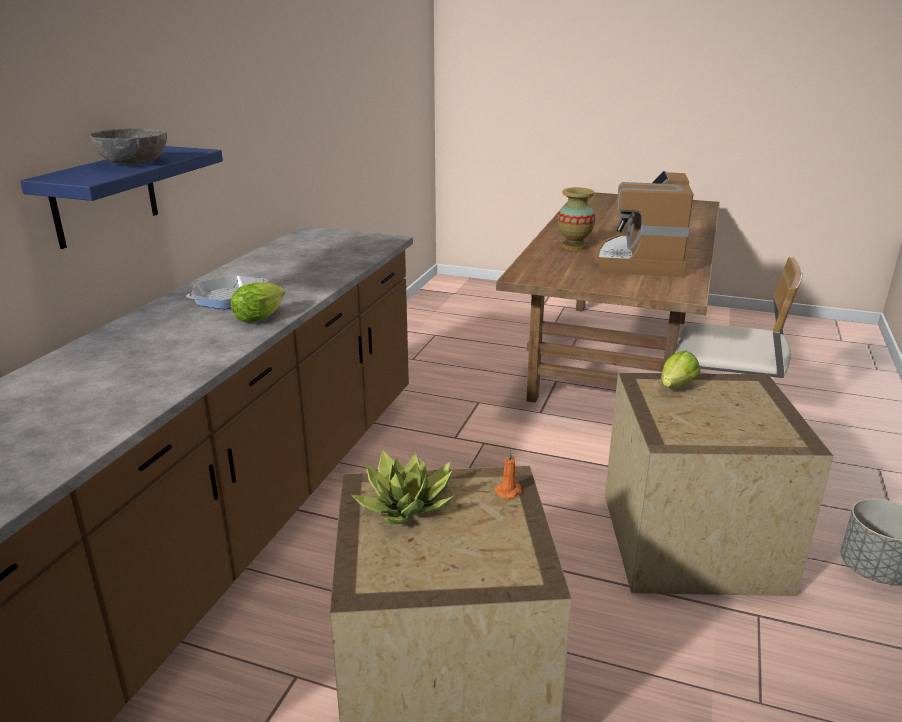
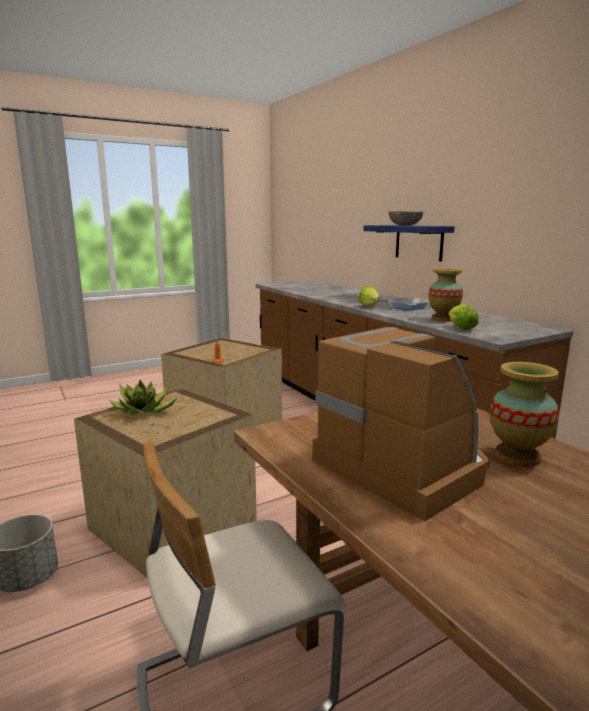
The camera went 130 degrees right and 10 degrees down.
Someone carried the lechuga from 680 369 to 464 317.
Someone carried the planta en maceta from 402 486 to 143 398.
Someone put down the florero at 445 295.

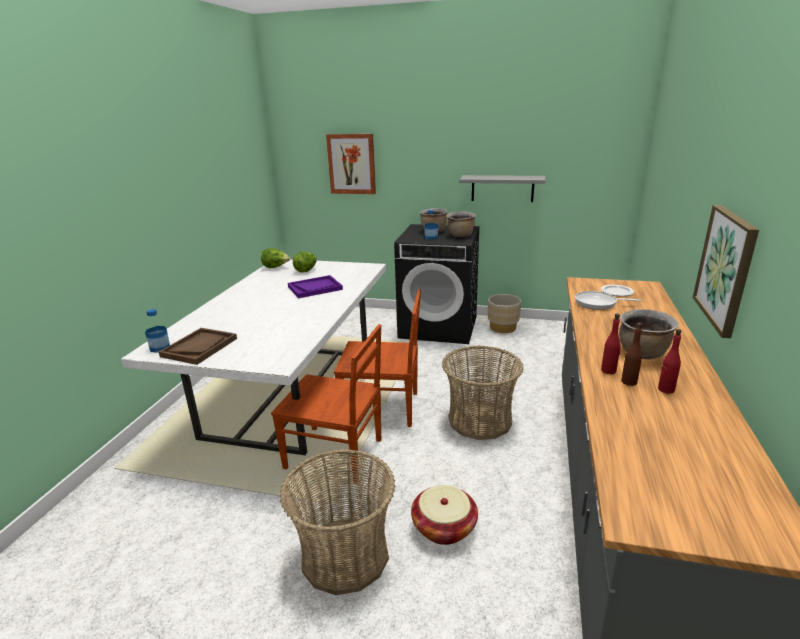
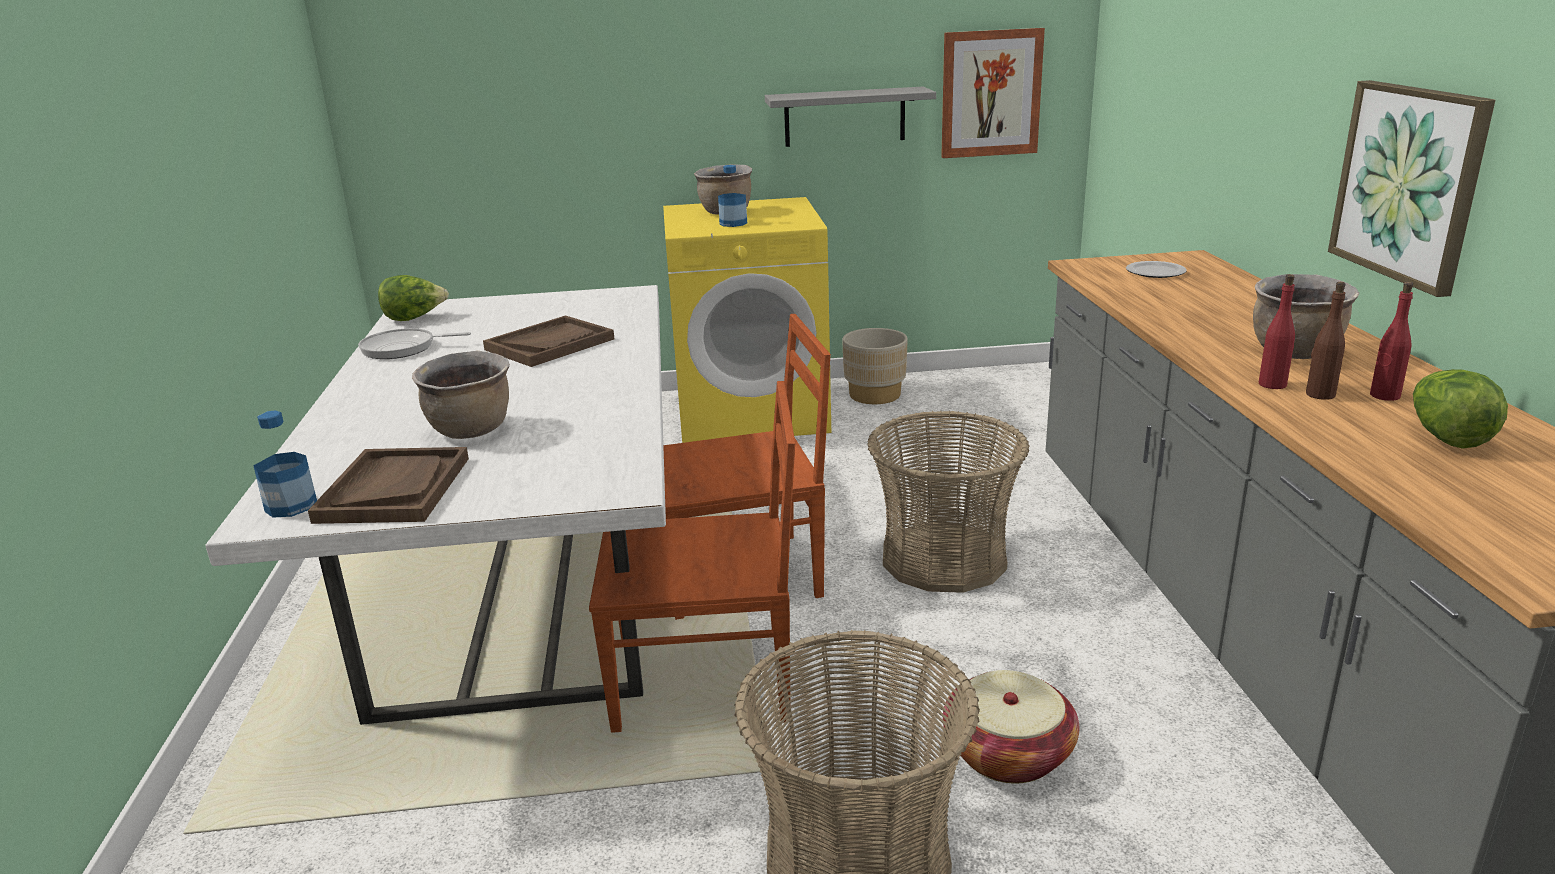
The camera went 20 degrees left and 0 degrees up.
Someone carried the cuadro from 351 164 to 993 93.
Someone carried the olla (marrón) from 461 224 to 461 395.
Someone repainted the lavadora (negro) at 437 284, which became the lavadora (amarillo) at 747 320.
Someone carried the lechuga from 305 262 to 1460 409.
Someone repainted the bandeja (morado) at 315 286, which became the bandeja (marrón) at 548 341.
Someone carried the sartén from 608 300 to 414 343.

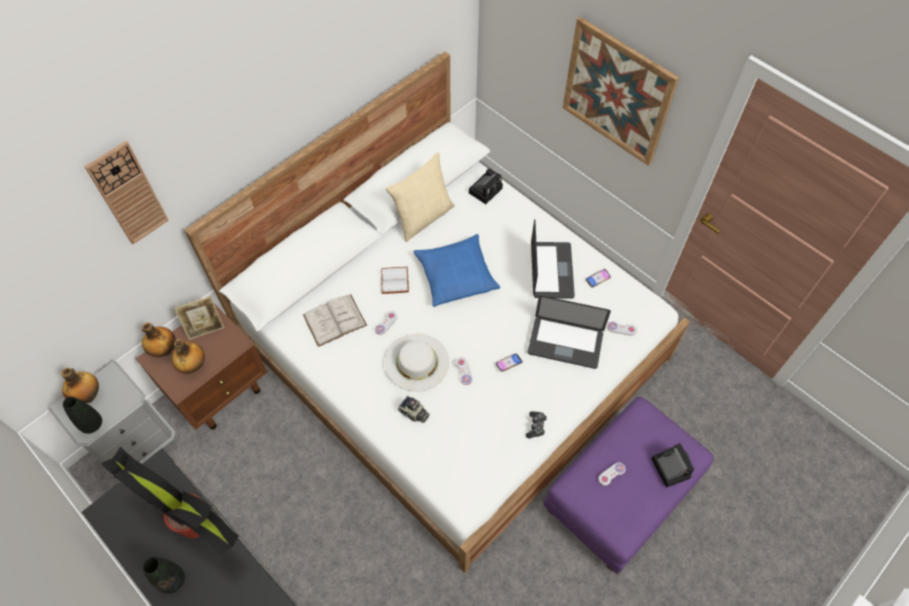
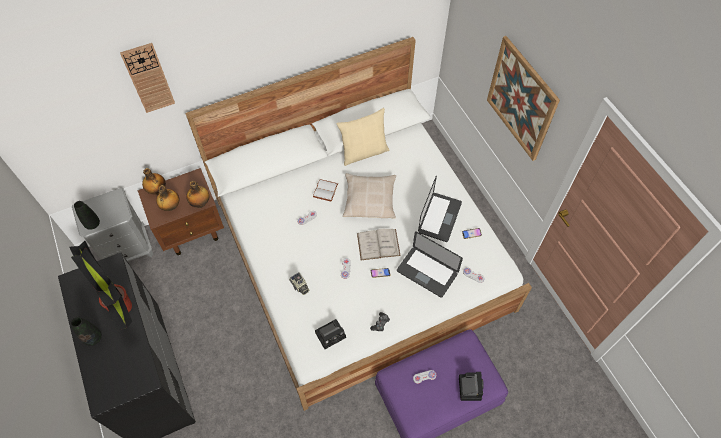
The camera went 20 degrees right and 0 degrees up.
Someone carried the cámara from 486 186 to 330 334.
Someone repainted the cojín (azul) at 457 270, which became the cojín (beis) at 369 196.
Someone carried the libro (blanco) from 335 320 to 379 244.
Someone took away the portarretratos at 199 318.
Someone took away the sombrero (blanco) at 417 363.
Someone carried the botella from 80 385 to 197 194.

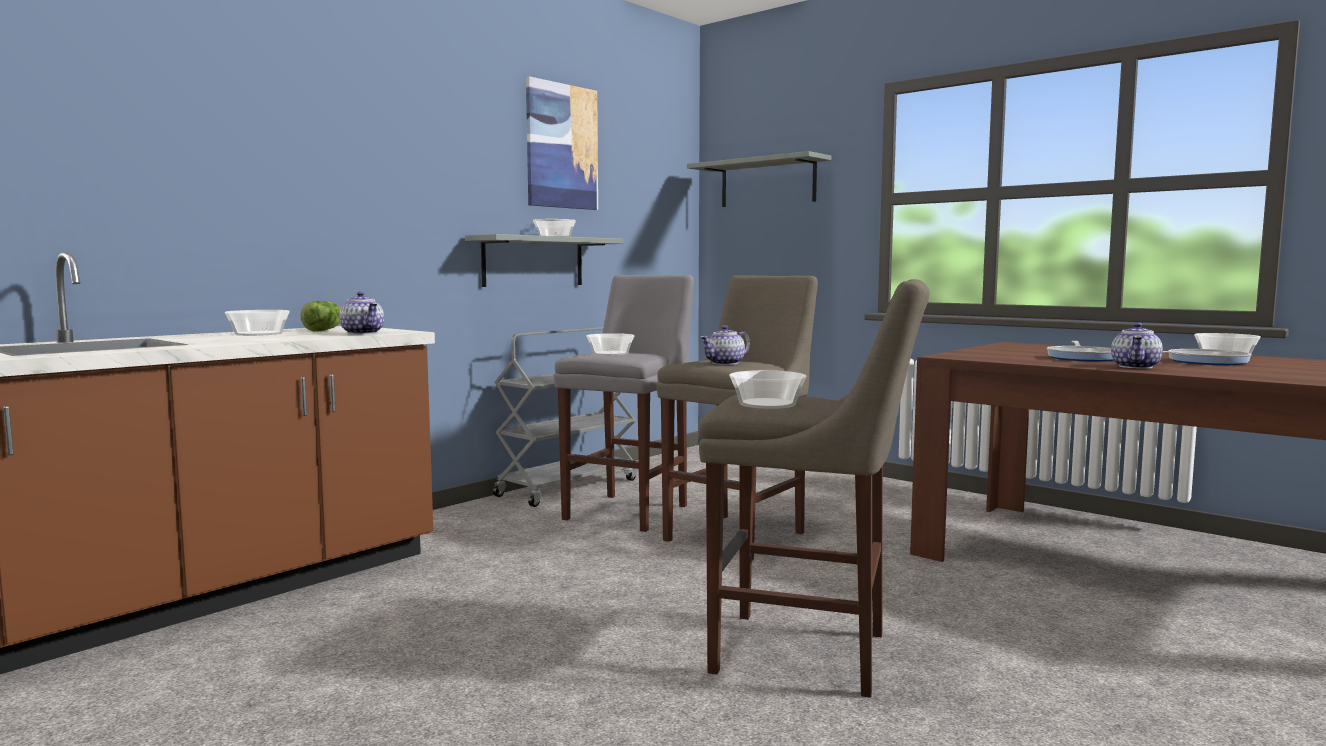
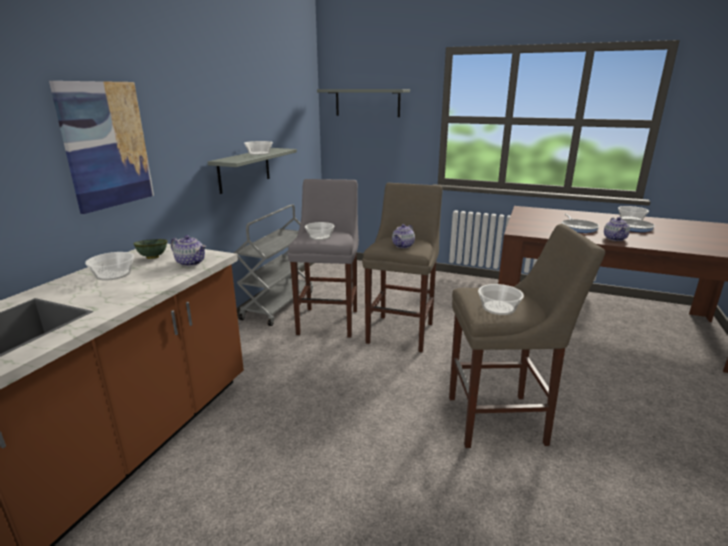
The camera went 20 degrees left and 15 degrees up.
Someone carried the cuadro from 562 143 to 101 147.
Someone swapped the lechuga at 320 316 for the cuenco (verde) at 150 249.

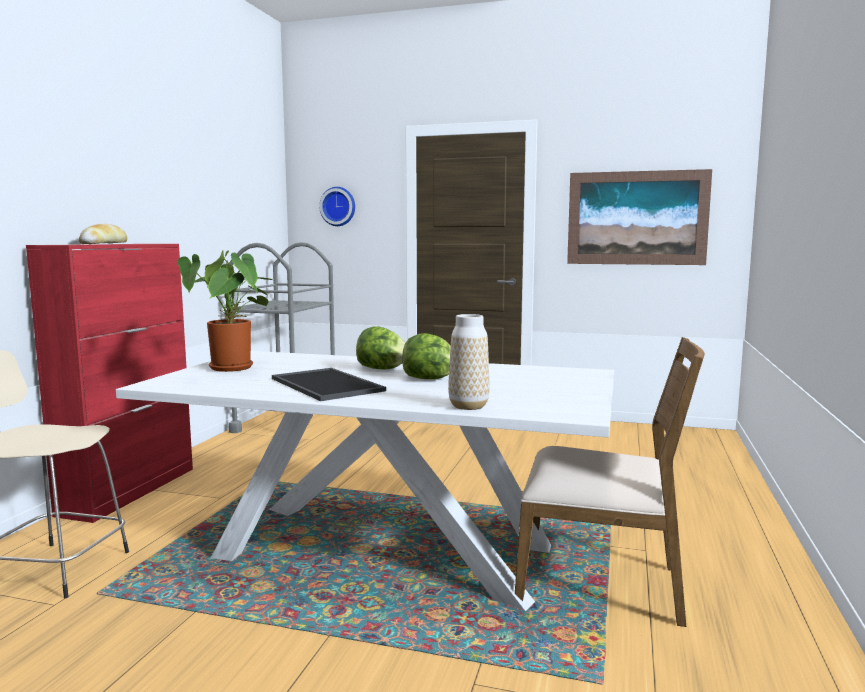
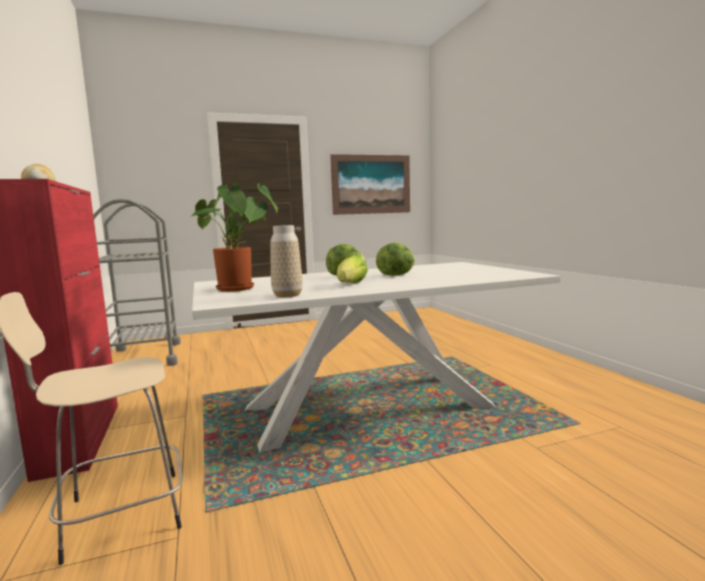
The camera went 35 degrees left and 0 degrees up.
Someone took away the reloj de pared at 337 206.
Someone carried the florero from 469 362 to 286 261.
Someone took away the silla (marrón) at 610 482.
Someone swapped the bandeja at 329 384 for the lechuga at 352 269.

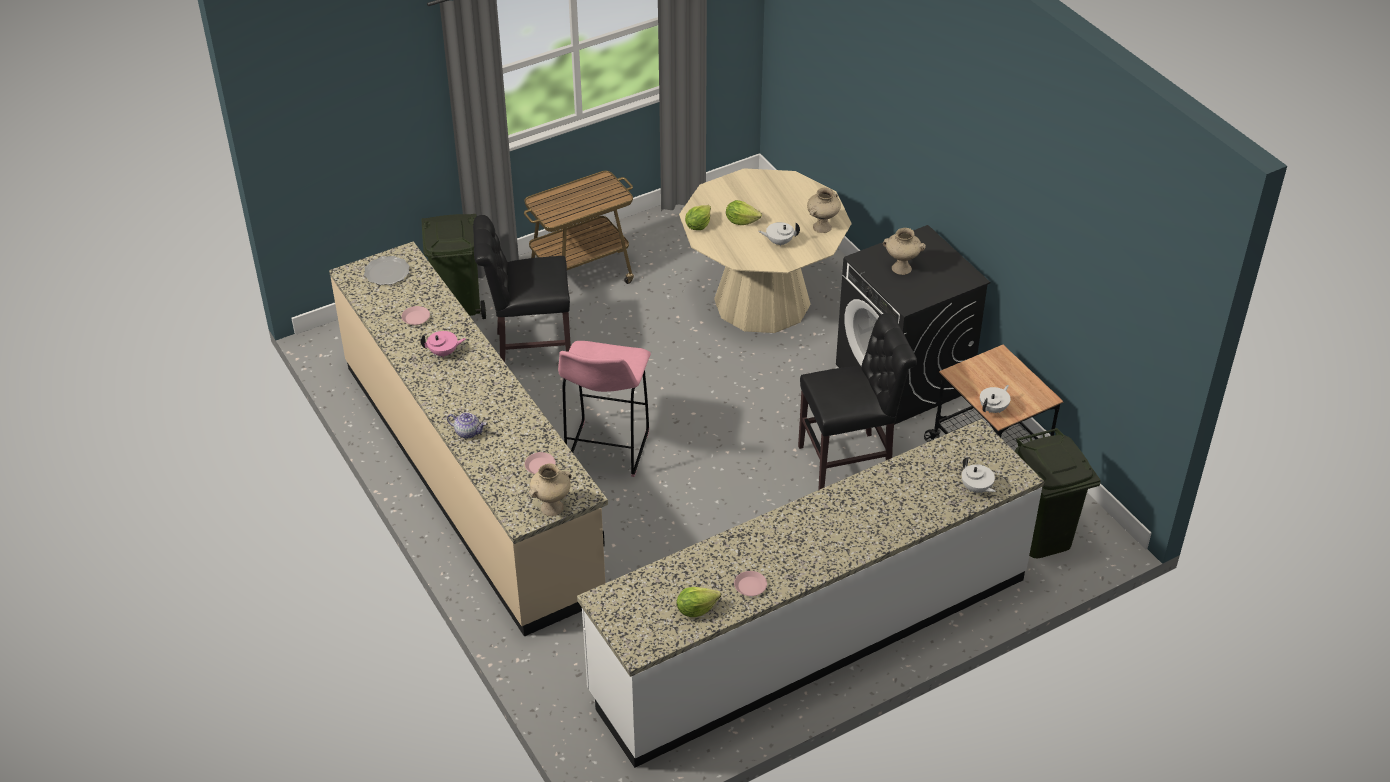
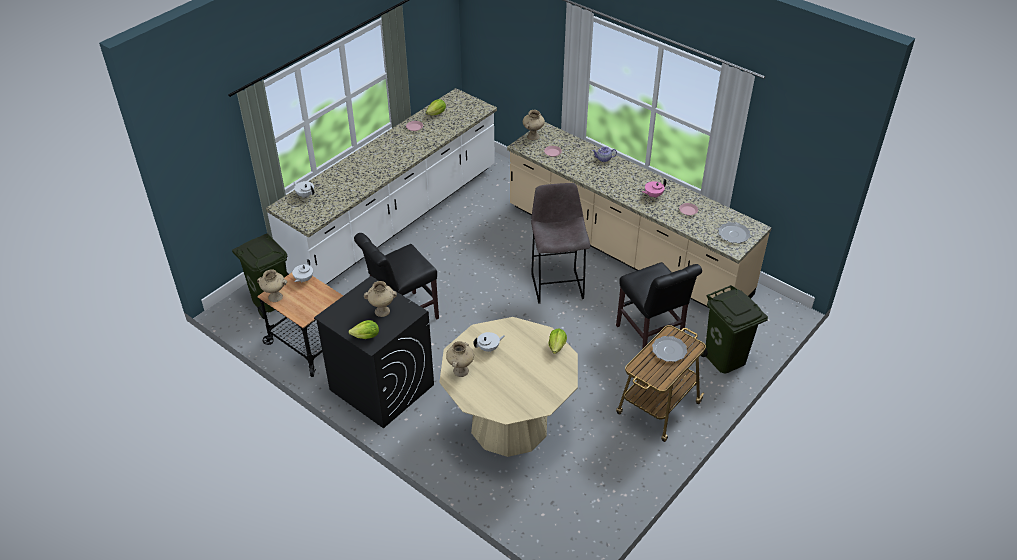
The camera went 160 degrees right and 0 degrees up.
Someone carried the lechuga from 744 212 to 363 329.
Someone rotated the silla (negro) at 522 288 by 90 degrees clockwise.
Someone repainted the taburete (rosa) at 604 409, which became the taburete (gris) at 560 243.
Someone put down the florero (beis) at 272 285.
Someone put down the plato at 669 349.

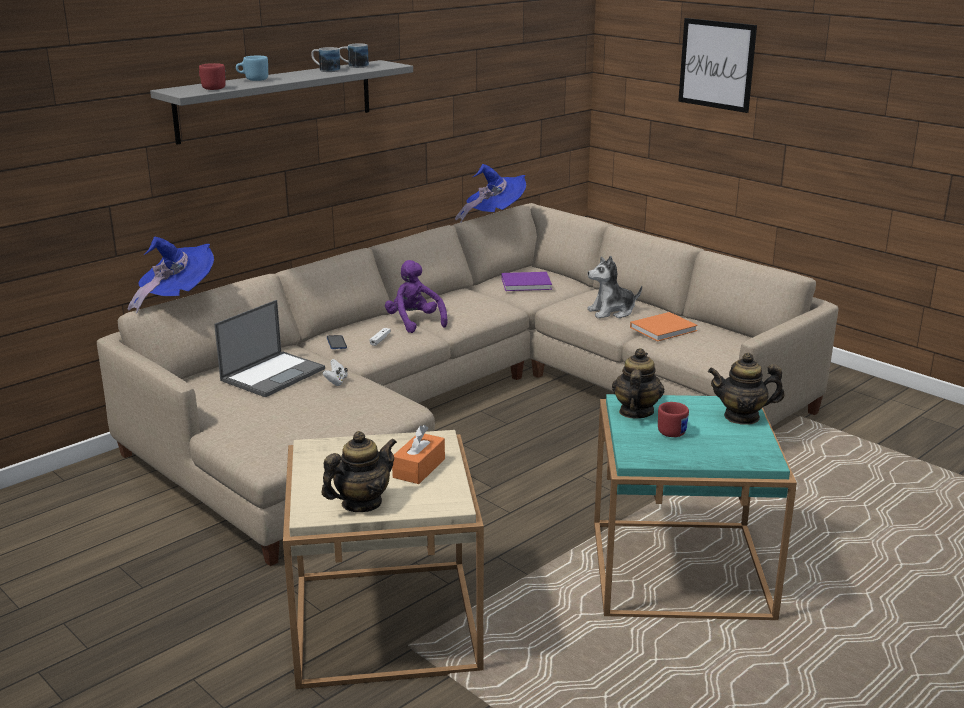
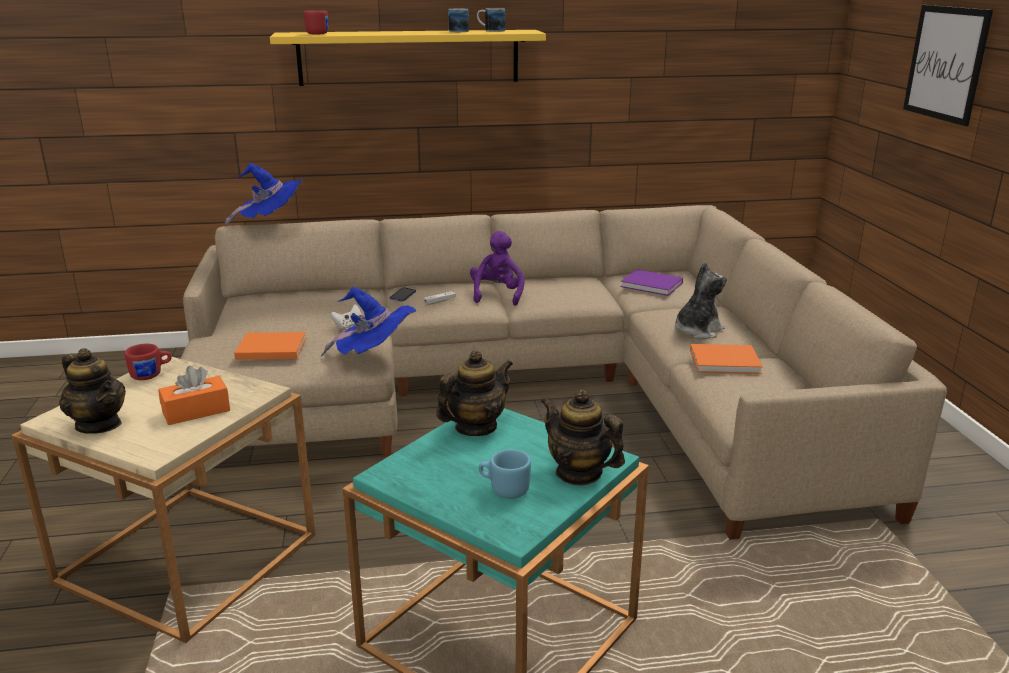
The camera went 35 degrees right and 0 degrees up.
Someone carried the taza grande (azul) from 252 68 to 505 474.
Someone repainted the estante (gris) at 281 102, which became the estante (amarillo) at 408 58.
Someone carried the sombrero (azul) from 490 193 to 368 321.
Someone rotated the peluche at 614 287 by 120 degrees clockwise.
Someone took away the portátil at 269 349.
Someone carried the taza grande (rojo) from 673 419 to 147 362.
Someone rotated the tetera at 359 471 by 45 degrees clockwise.
Someone put down the libro (naranja) at 270 346.

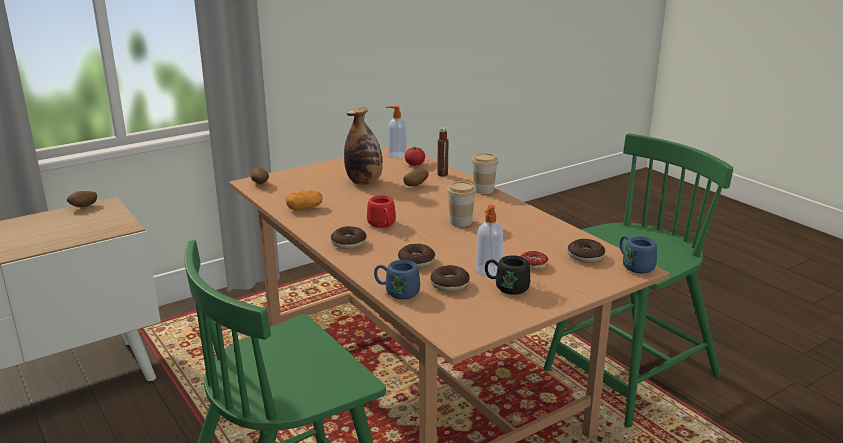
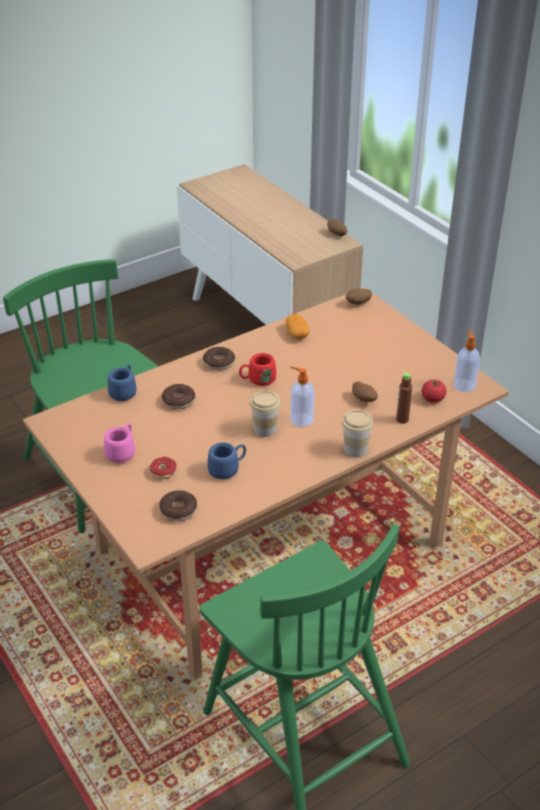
The camera went 90 degrees right and 15 degrees up.
Someone took away the botella at 363 146.
Someone carried the dispensador de jabón from 489 240 to 302 396.
Someone carried the taza grande (azul) from 638 255 to 226 460.
Someone repainted the taza grande (negro) at 507 275, which became the taza grande (rosa) at 119 443.
Someone took away the rosquilla at 450 278.

